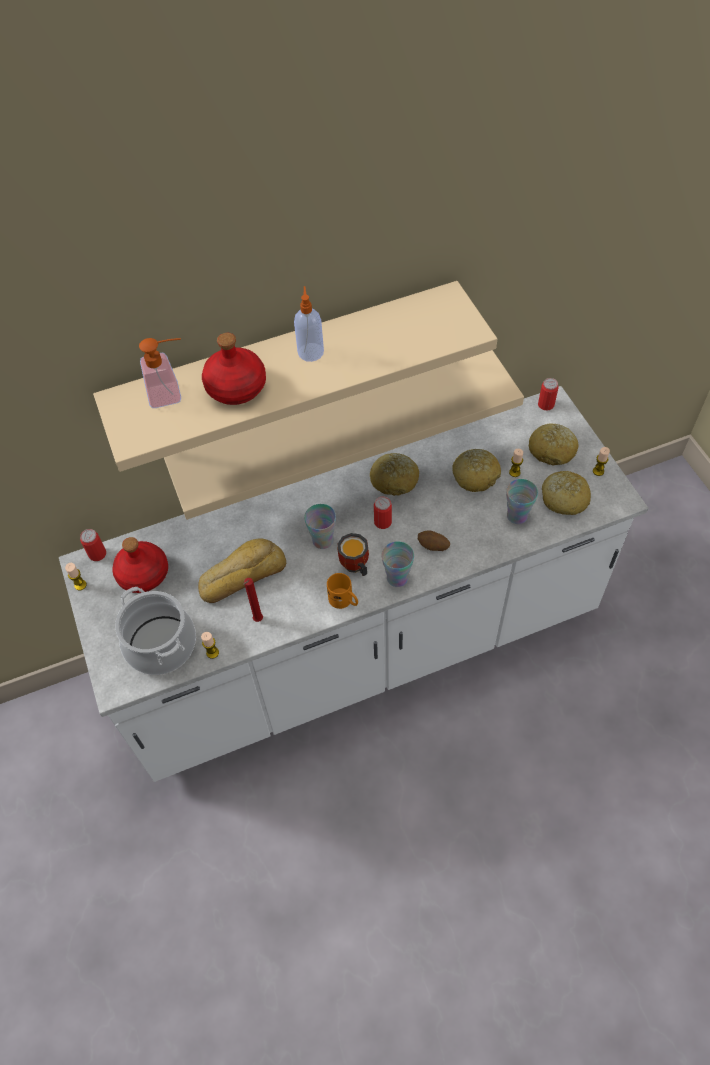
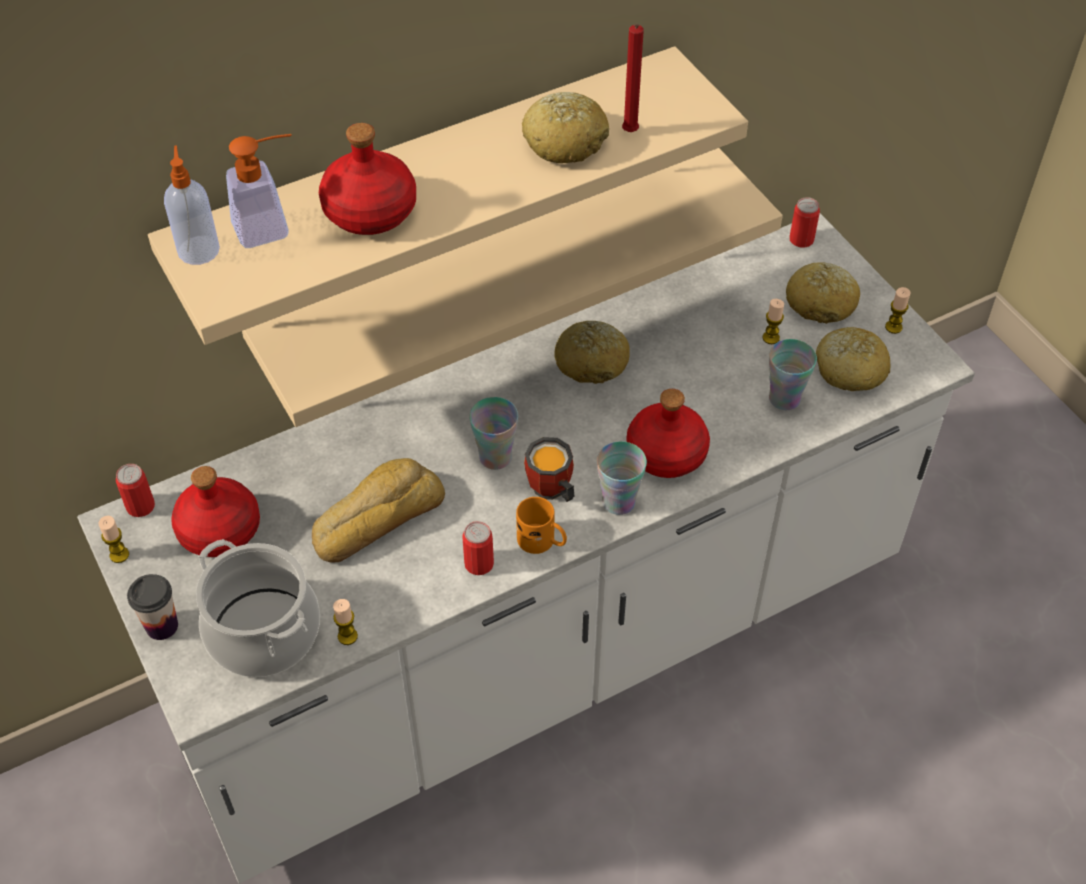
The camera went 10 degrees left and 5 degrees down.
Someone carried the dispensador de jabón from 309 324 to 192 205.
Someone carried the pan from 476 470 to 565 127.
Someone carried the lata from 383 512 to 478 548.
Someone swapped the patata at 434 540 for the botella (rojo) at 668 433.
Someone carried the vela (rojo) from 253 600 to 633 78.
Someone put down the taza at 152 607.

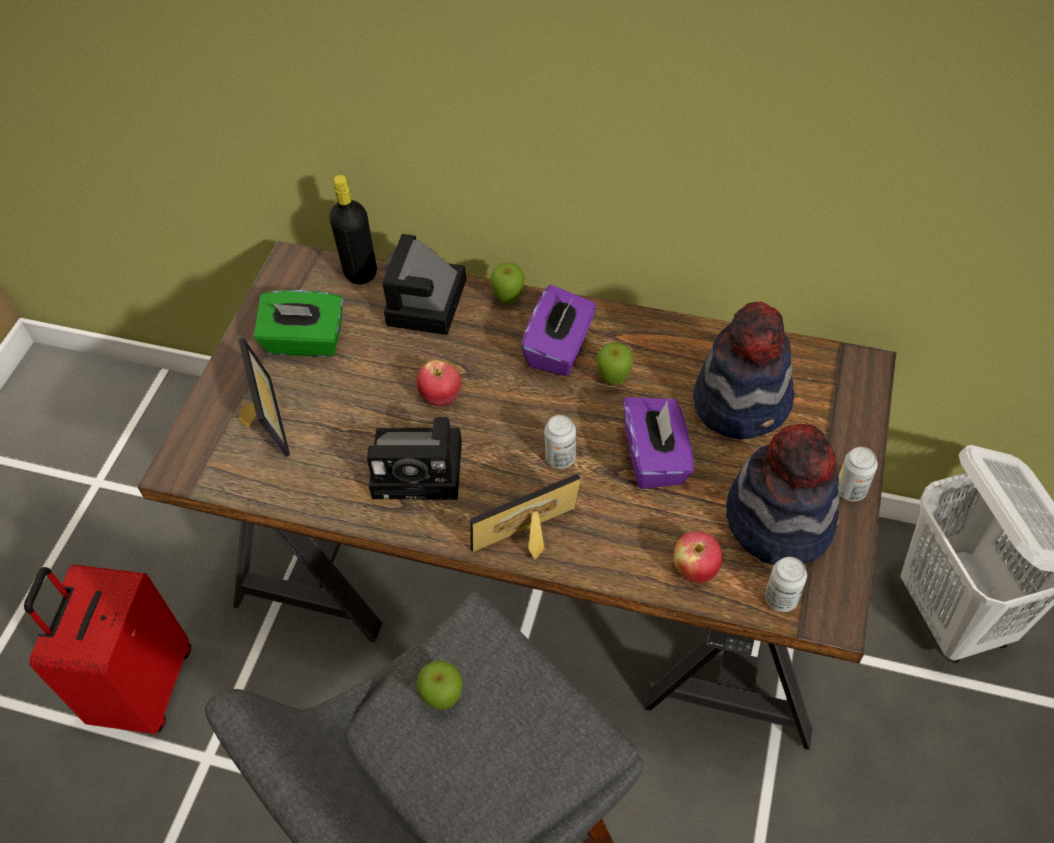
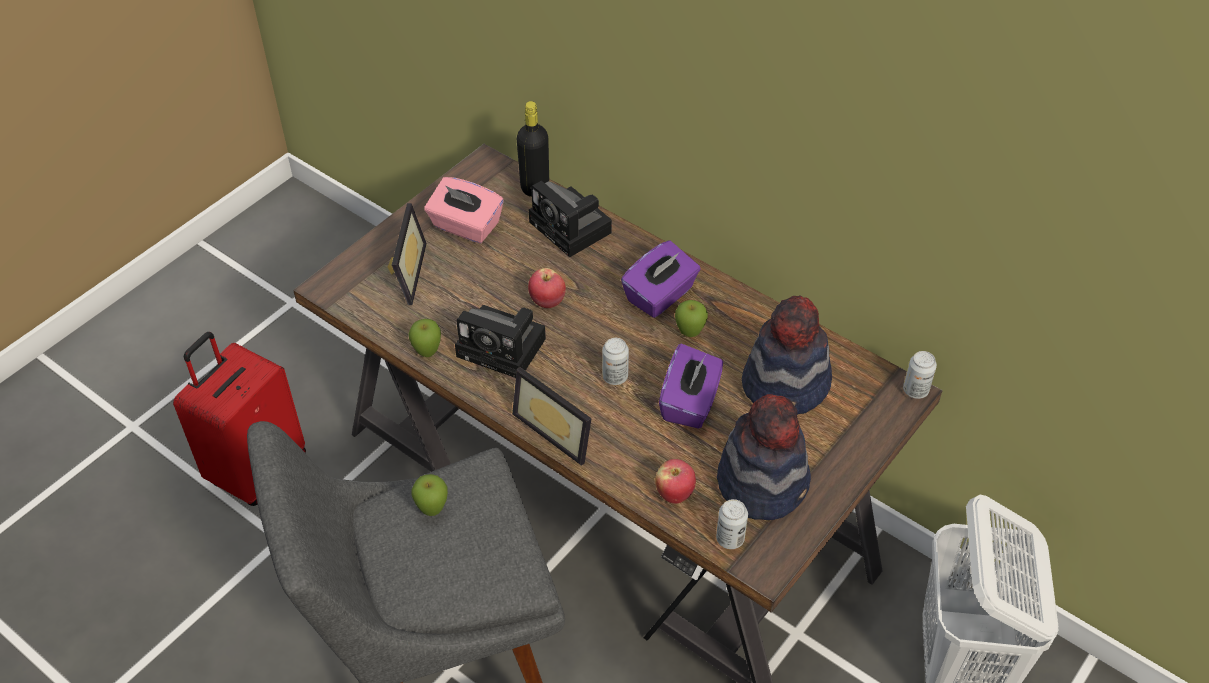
The camera went 20 degrees right and 5 degrees down.
Someone rotated the cámara at 424 284 by 75 degrees counterclockwise.
Someone carried the manzana from 507 283 to 425 338.
Someone repainted the caja de pañuelos (verde) at 298 323, which became the caja de pañuelos (rosa) at 464 210.
Someone carried the lata from 858 474 to 920 375.
Someone rotated the portarretratos at 525 517 by 135 degrees counterclockwise.

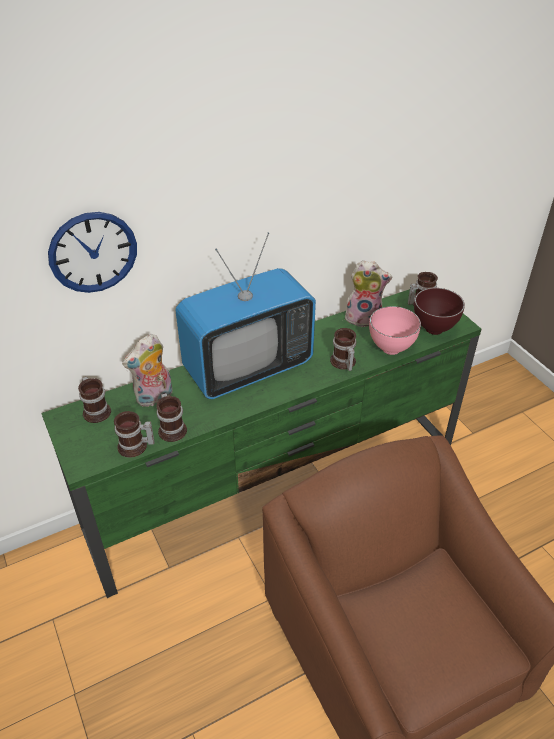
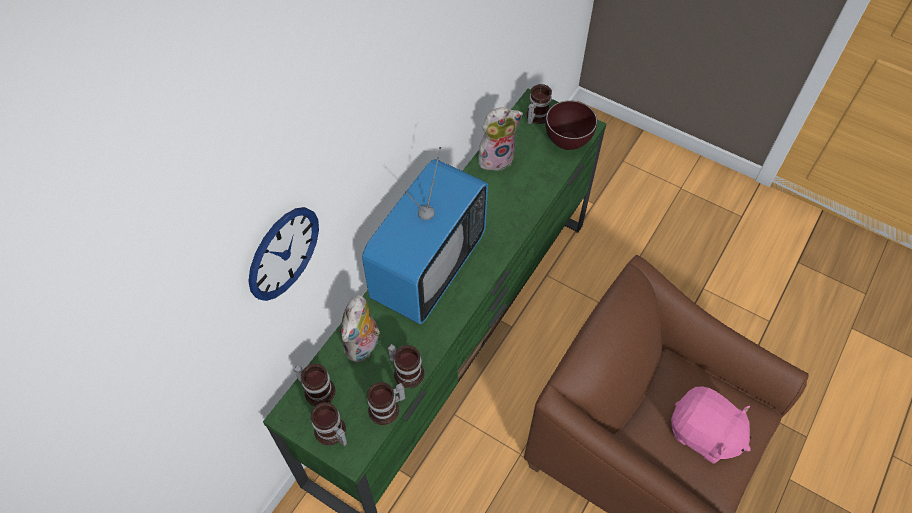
The camera went 30 degrees left and 15 degrees up.
Someone took away the cuenco (rosa) at 395 330.
Someone carried the taza grande from 343 349 to 329 424.
Someone put down the peluche (rosa) at 711 425.

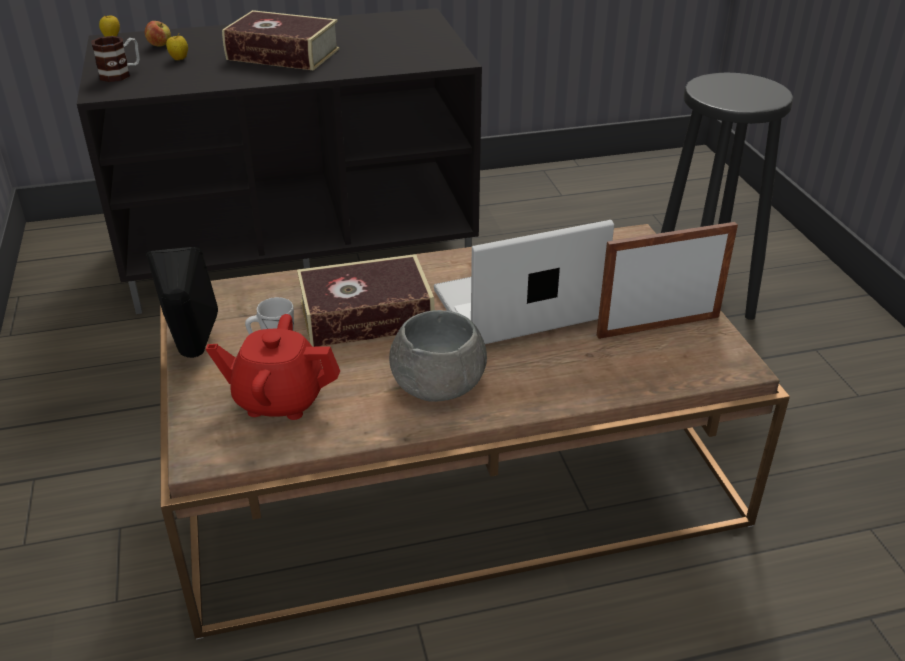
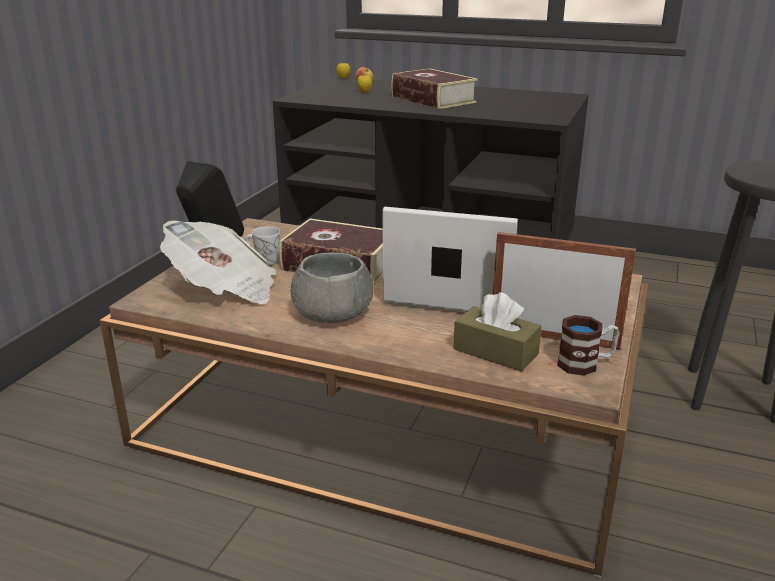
The camera went 35 degrees right and 10 degrees down.
Someone carried the taza grande from 115 59 to 588 345.
Someone swapped the tetera (rojo) at 273 367 for the periódico at 218 262.
Someone put down the caja de pañuelos (marrón) at 497 332.

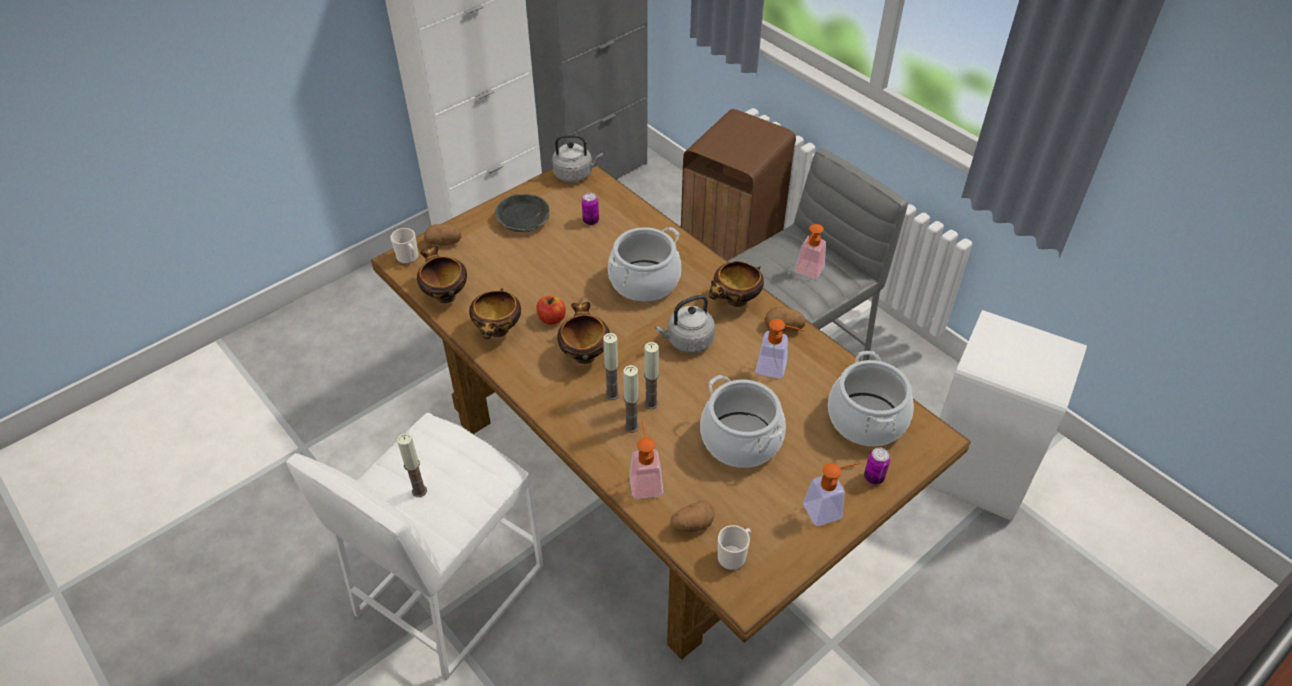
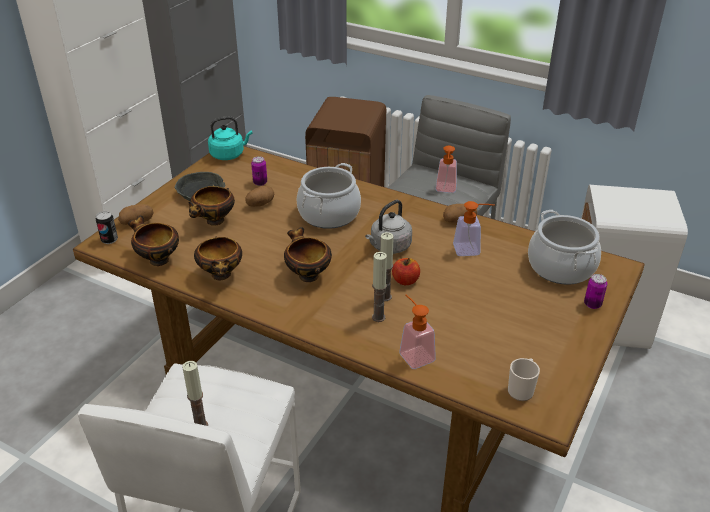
The camera went 20 degrees left and 10 degrees down.
Someone repainted the hervidor (gris) at 577 158, which became the hervidor (turquesa) at 230 138.
Someone swapped the taza grande at 405 246 for the lata at 107 227.
Someone carried the cuenco from 736 284 to 212 206.
Someone carried the manzana from 551 310 to 406 271.
Someone took away the vela at 611 366.
Someone took away the olla at 743 421.
Someone took away the dispensador de jabón at 832 494.
Someone carried the patata from 692 516 to 259 196.

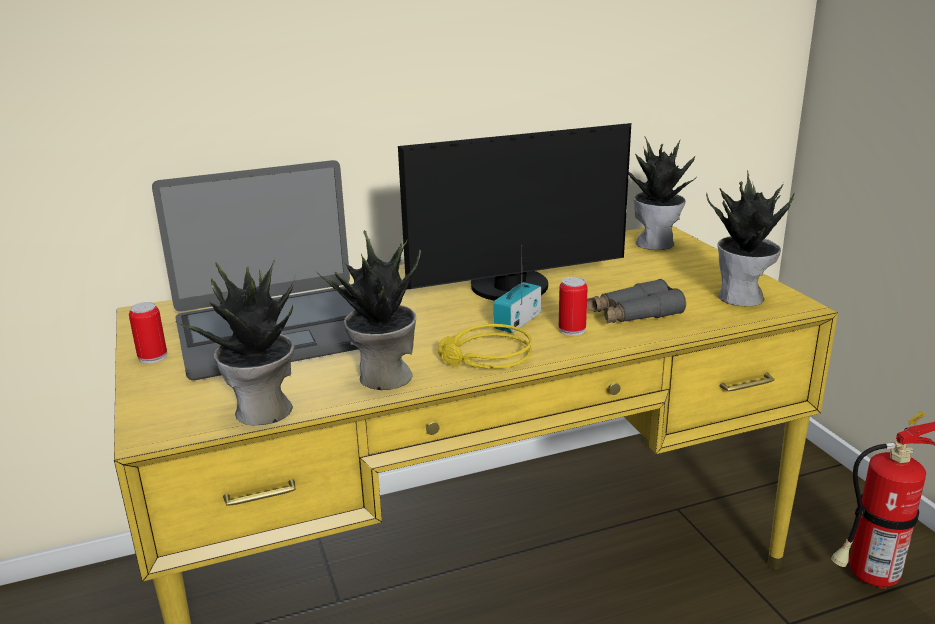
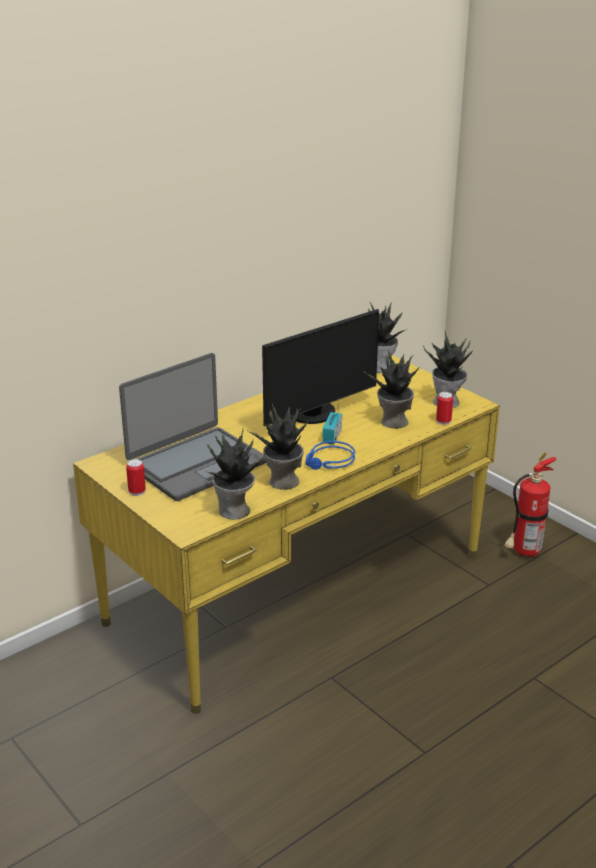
The camera went 20 degrees left and 5 degrees up.
Someone carried the lata from 573 306 to 444 408.
Someone swapped the prismáticos (gris) at 636 301 for the planta en maceta at 392 389.
Someone repainted the auriculares (amarillo) at 485 346, which became the auriculares (azul) at 330 455.

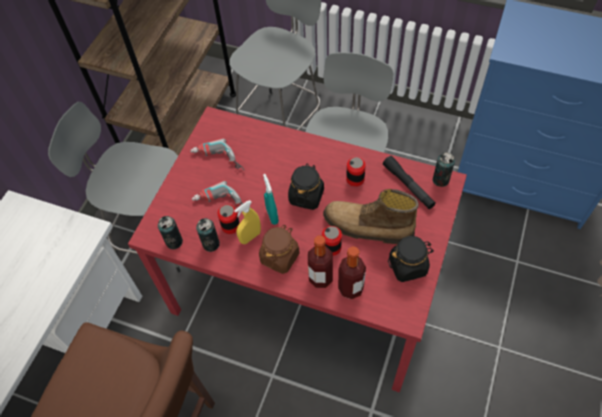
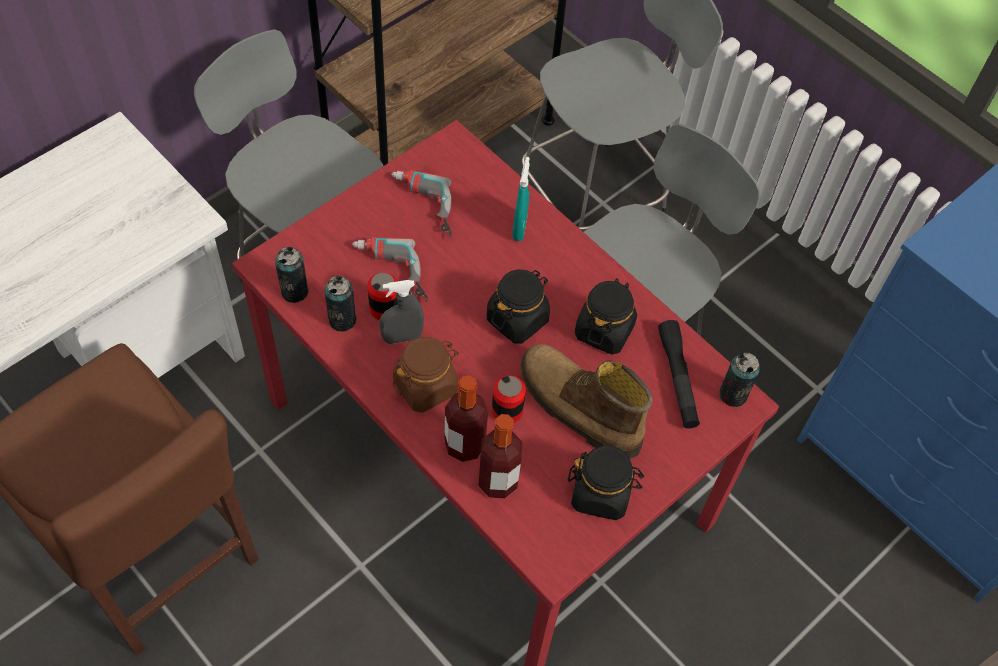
The camera went 20 degrees right and 0 degrees up.
Someone swapped the lata at 356 172 for the tarro (negro) at 606 316.
Someone carried the pulverizador (turquesa) from 271 199 to 521 199.
Someone repainted the pulverizador (amarillo) at 247 222, which became the pulverizador (gris) at 401 312.

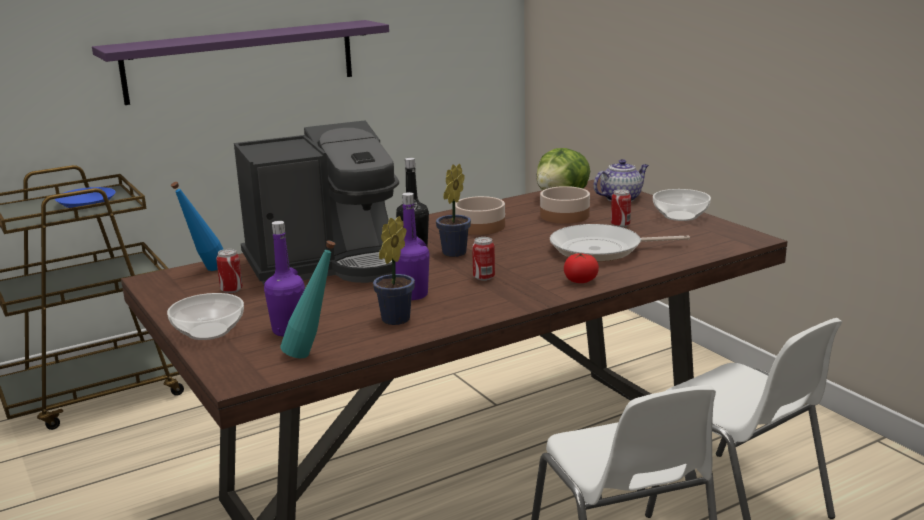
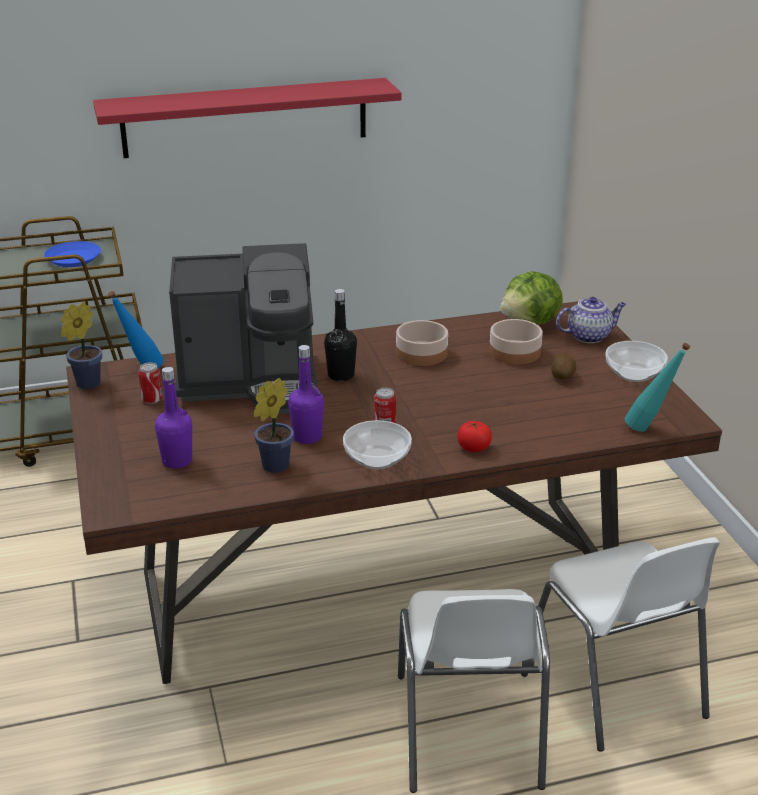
The camera went 15 degrees right and 10 degrees up.
Someone repainted the estante (morado) at 240 62, which became the estante (rojo) at 247 118.
Someone carried the planta en maceta from 453 210 to 81 345.
Someone swapped the lata at 621 208 for the patata at 563 366.
Someone took away the sartén at 620 243.
Someone carried the botella (turquesa) from 307 299 to 657 387.
Someone carried the cuenco from 205 316 to 377 444.

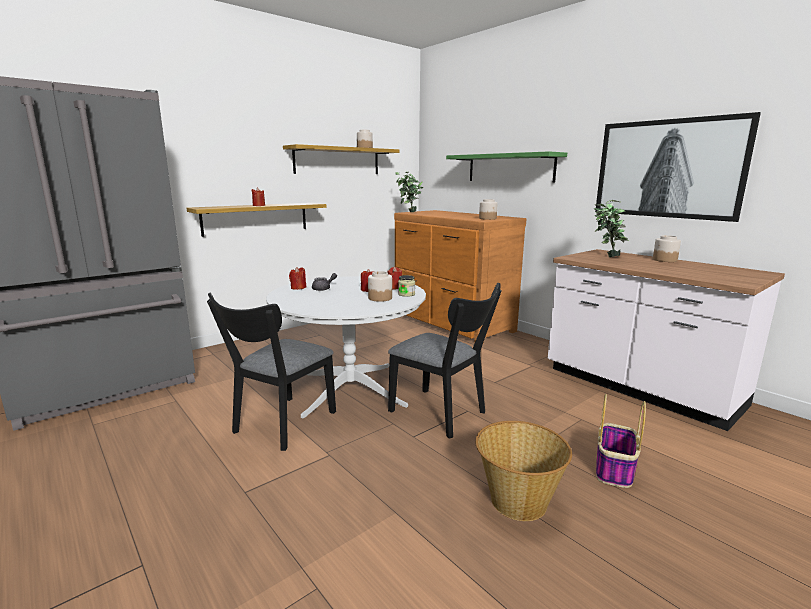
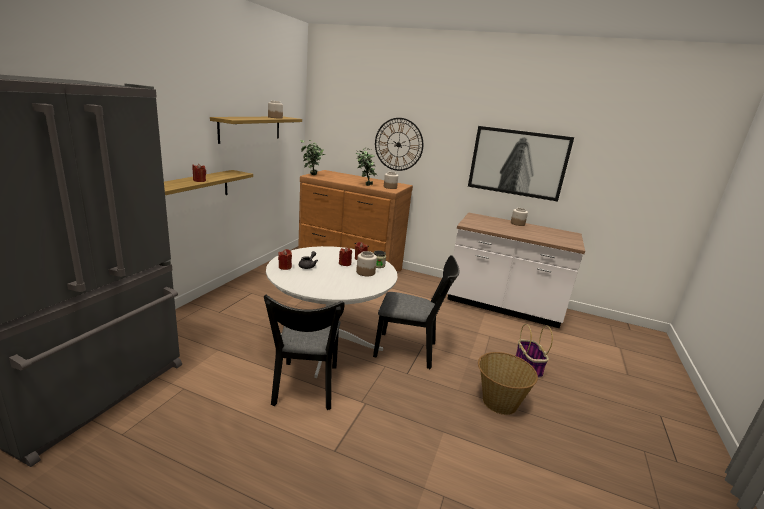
The camera went 30 degrees left and 5 degrees up.
Someone swapped the estante (verde) at 506 167 for the reloj de pared at 399 144.
Someone carried the planta en maceta from 611 228 to 366 166.

